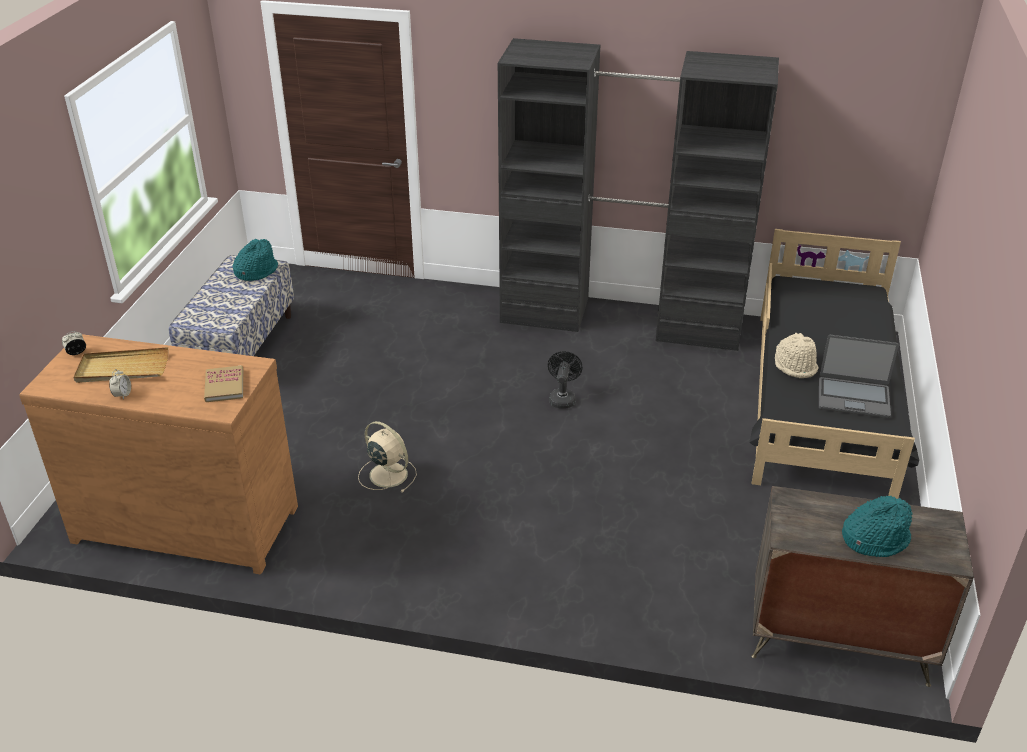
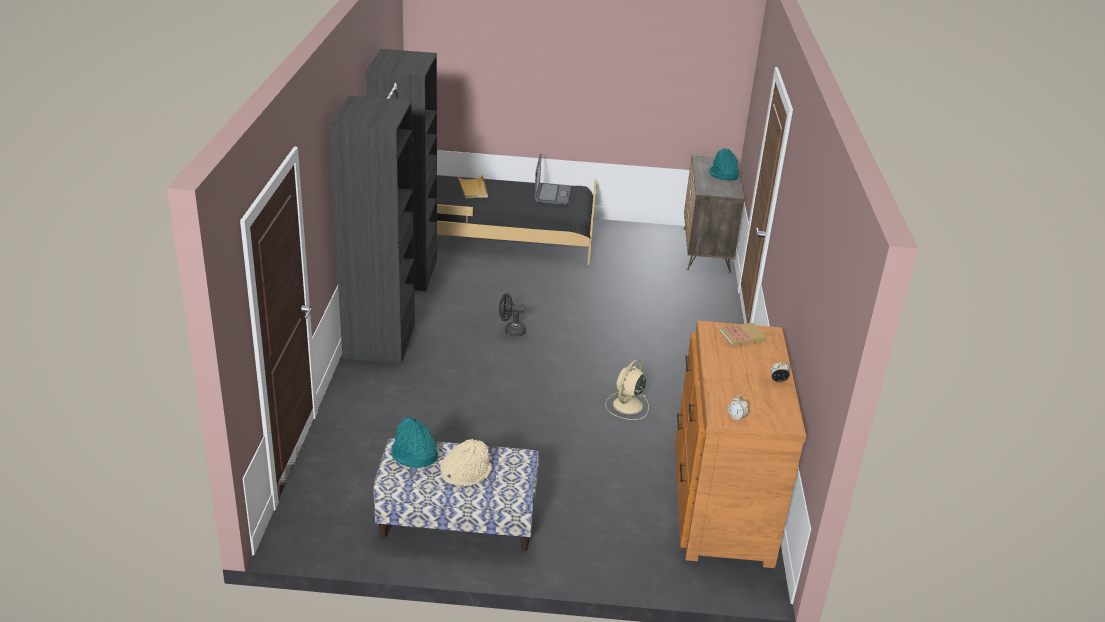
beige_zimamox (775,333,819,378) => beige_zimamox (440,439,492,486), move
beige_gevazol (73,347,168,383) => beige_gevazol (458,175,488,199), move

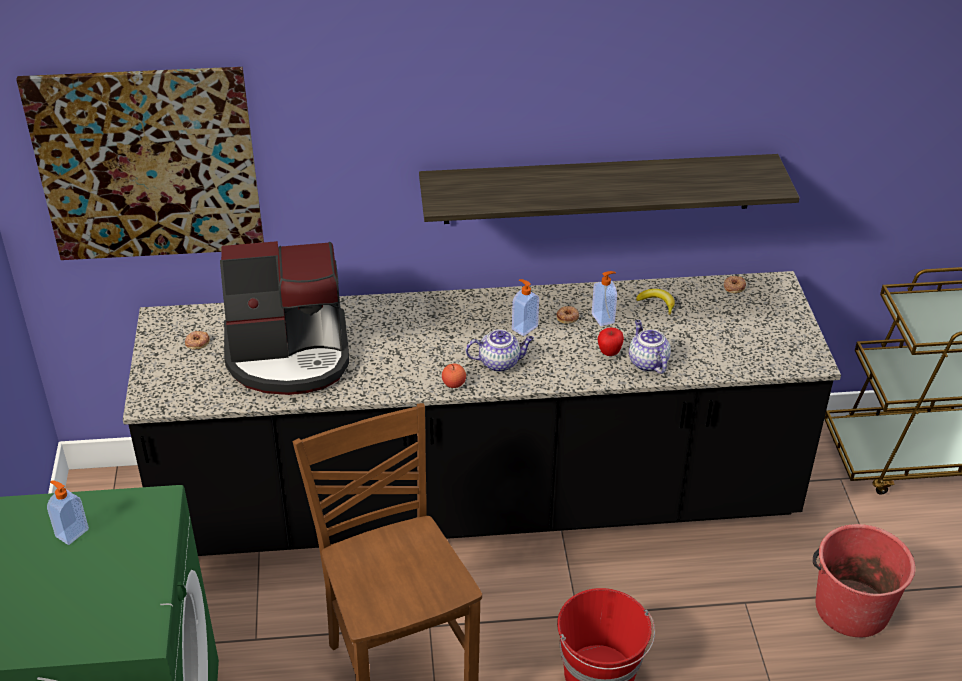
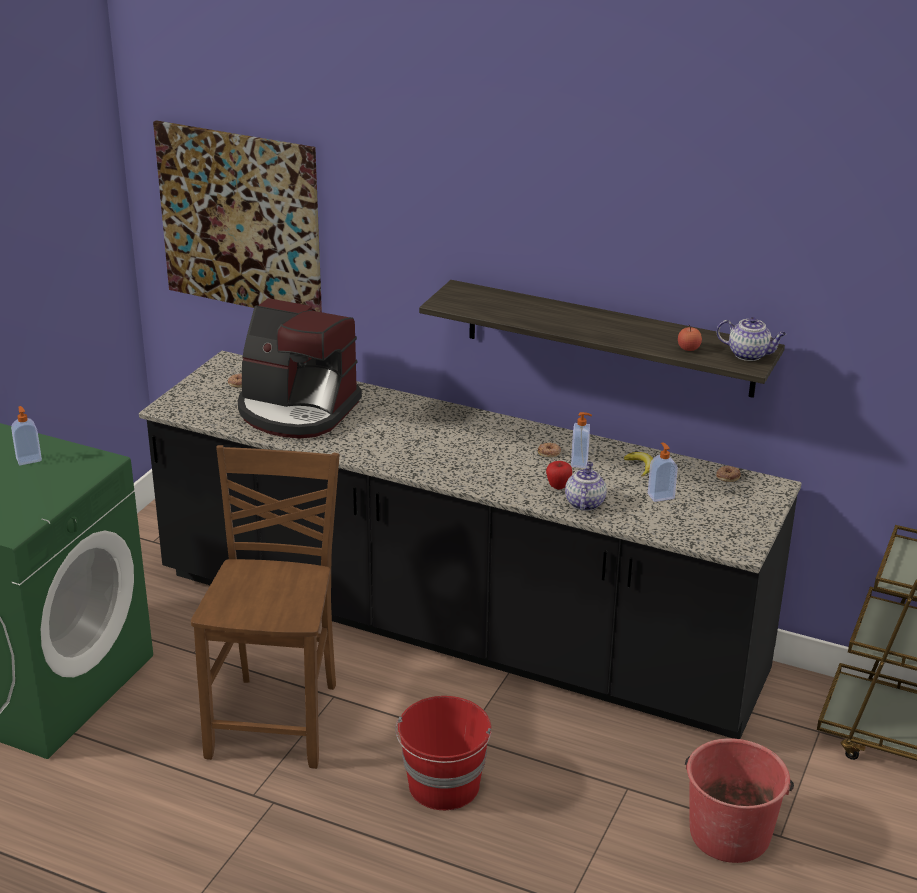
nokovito (512,279,539,336) => nokovito (648,443,678,502), move
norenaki (466,329,534,372) => norenaki (717,317,786,361), move
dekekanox (442,364,466,388) => dekekanox (678,324,702,351), move

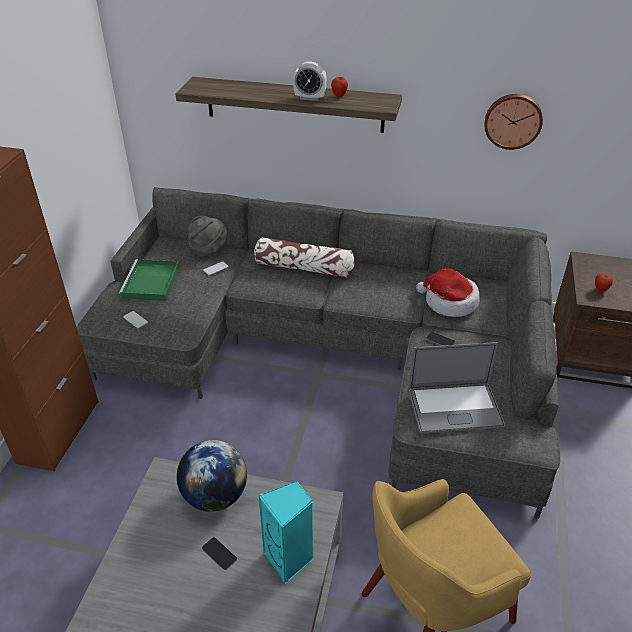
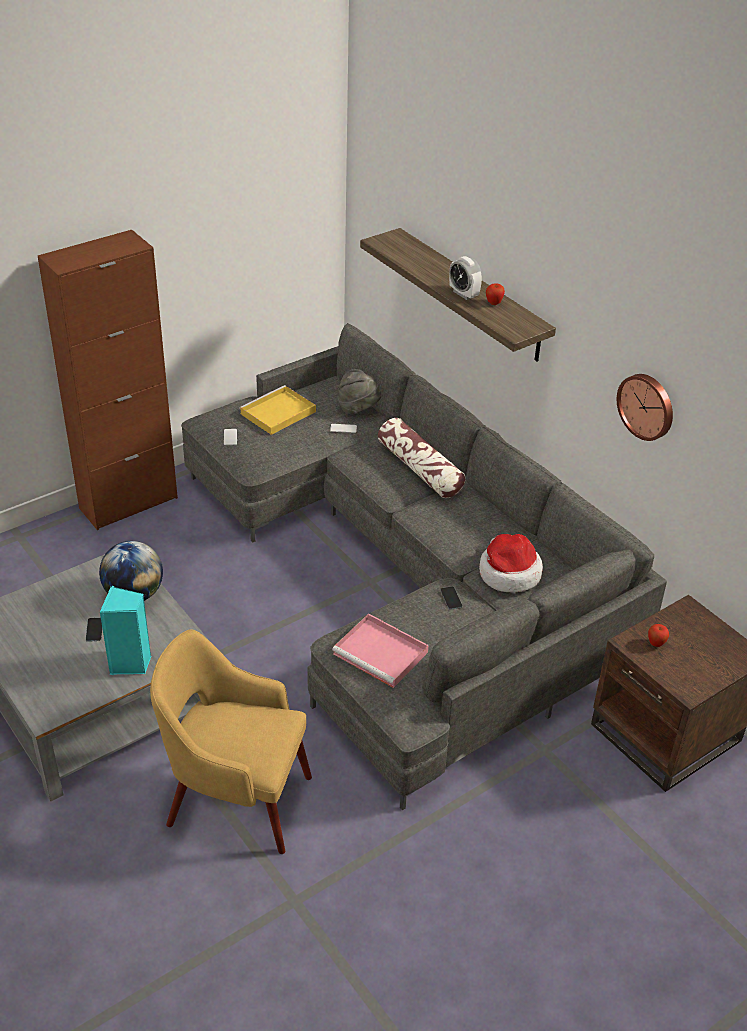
green_gevazol (119,259,180,301) => yellow_gevazol (239,385,316,435)
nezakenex (409,342,505,434) => pink_gevazol (332,613,428,688)

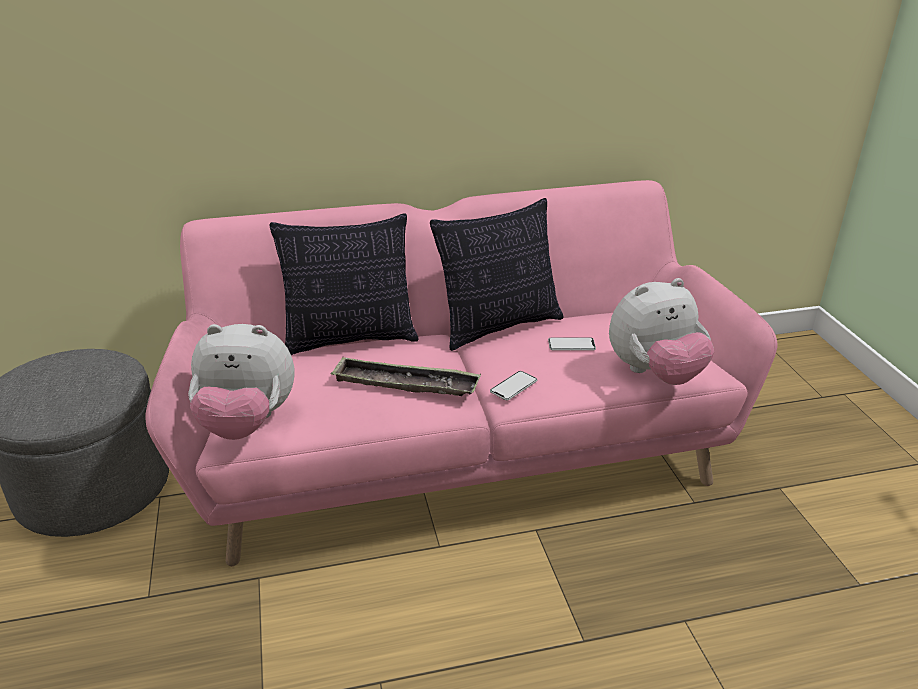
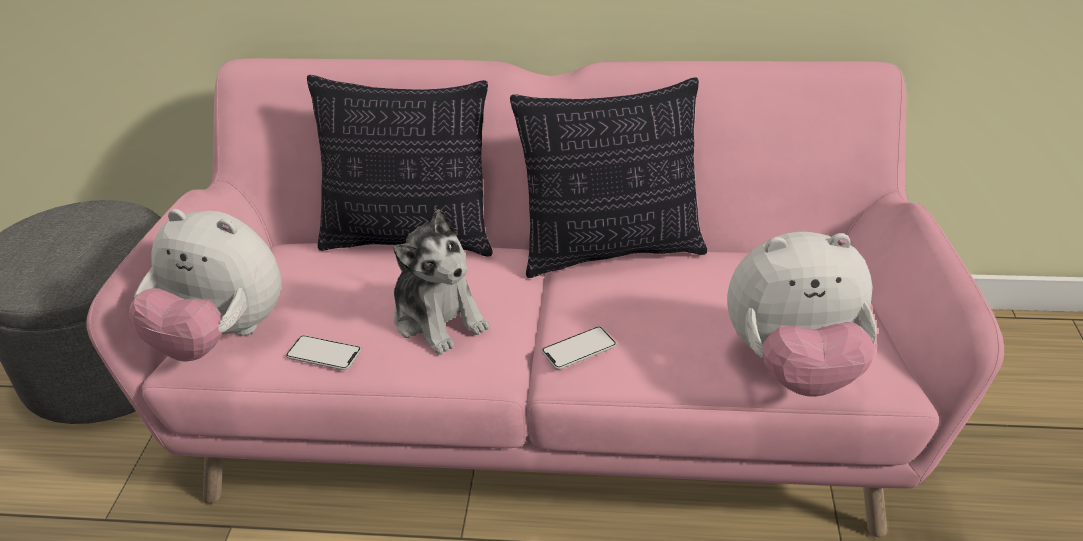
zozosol (548,337,596,351) => zozosol (286,335,361,370), move
gevazol (331,357,481,396) => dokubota (394,209,490,355)

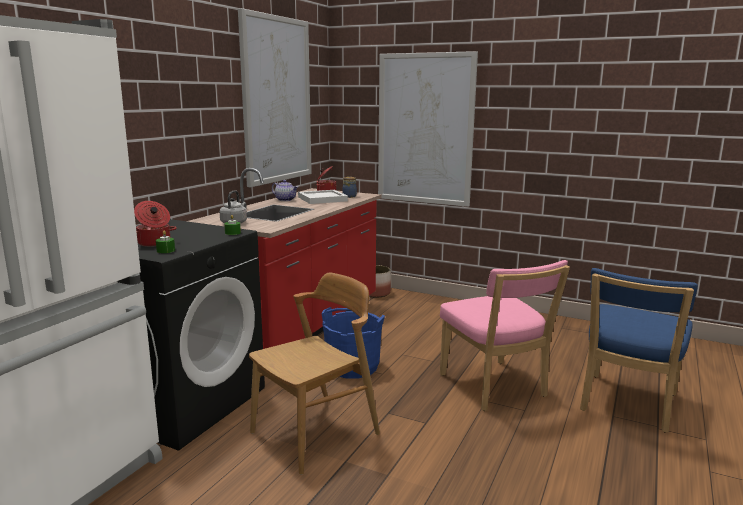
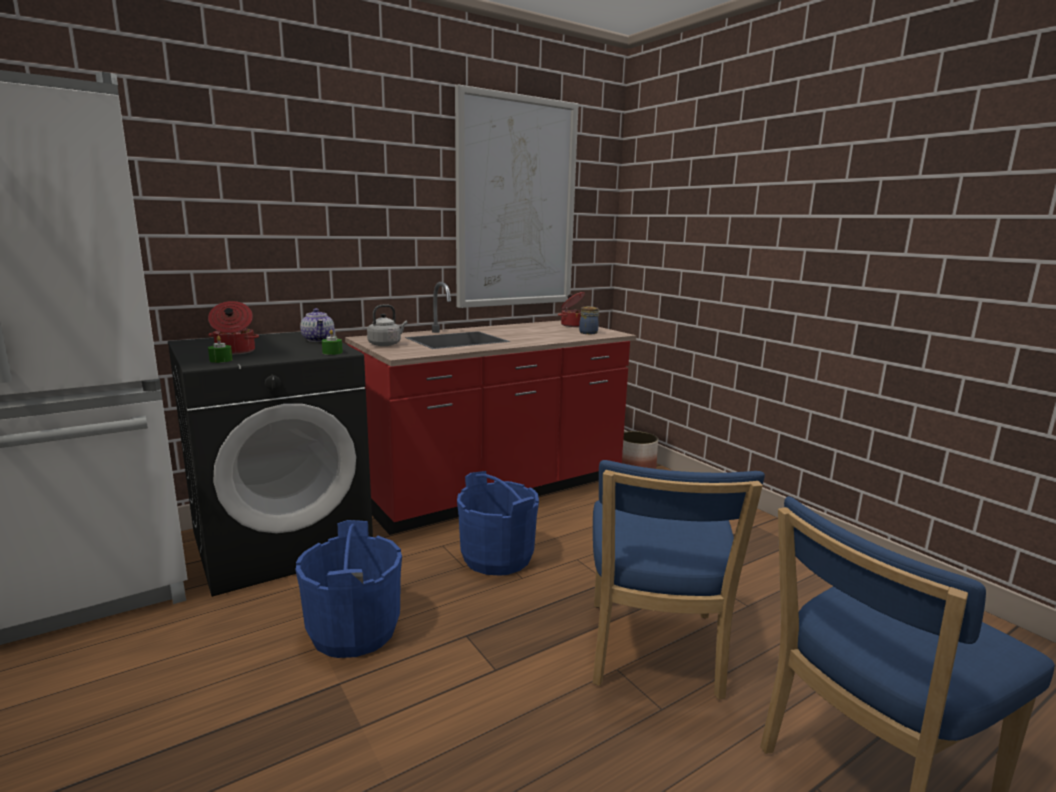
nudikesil (378,51,478,207) => nothing
norenaki (272,180,298,201) => norenaki (300,308,335,342), move
white_gevazol (298,190,348,204) => nothing
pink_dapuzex (440,260,570,411) => blue_dapuzex (592,460,765,700)
brown_dapuzex (249,272,380,475) => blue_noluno (295,520,402,658)

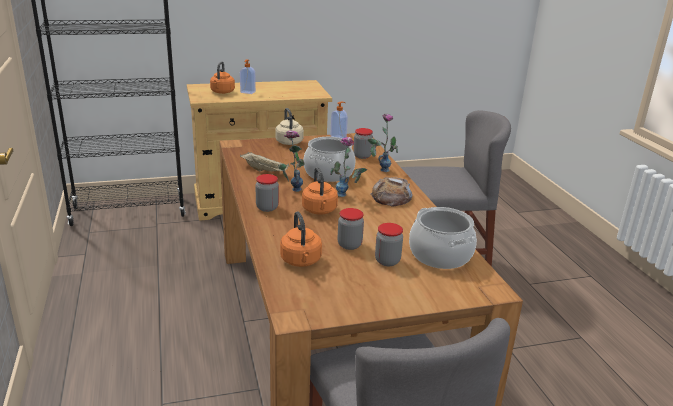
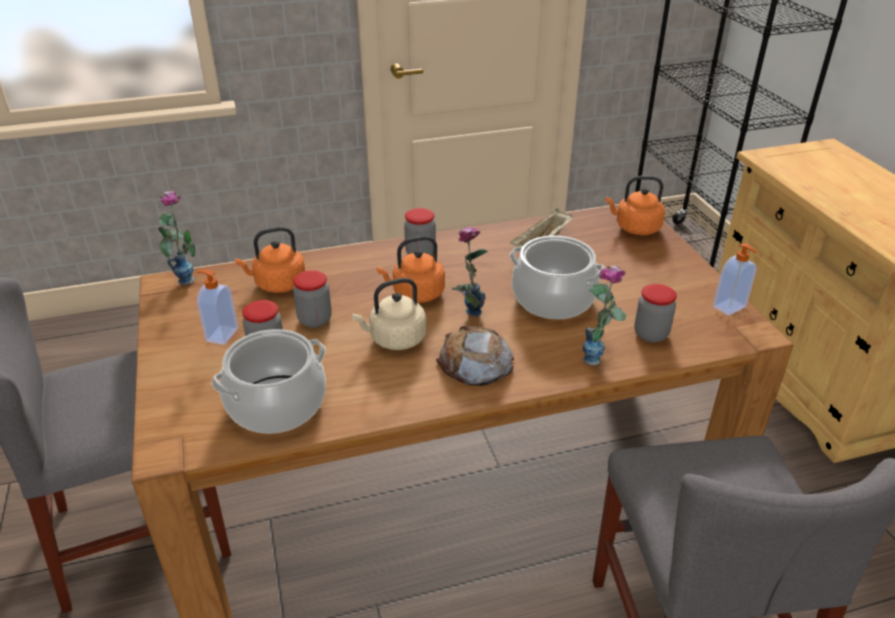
nokovito (240,60,256,94) => nokovito (196,270,238,345), move
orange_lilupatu (210,61,235,94) => orange_lilupatu (605,176,665,235), move
beige_lilupatu (275,108,304,145) => beige_lilupatu (352,278,426,350), move
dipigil (278,130,304,192) => dipigil (158,191,195,285), move

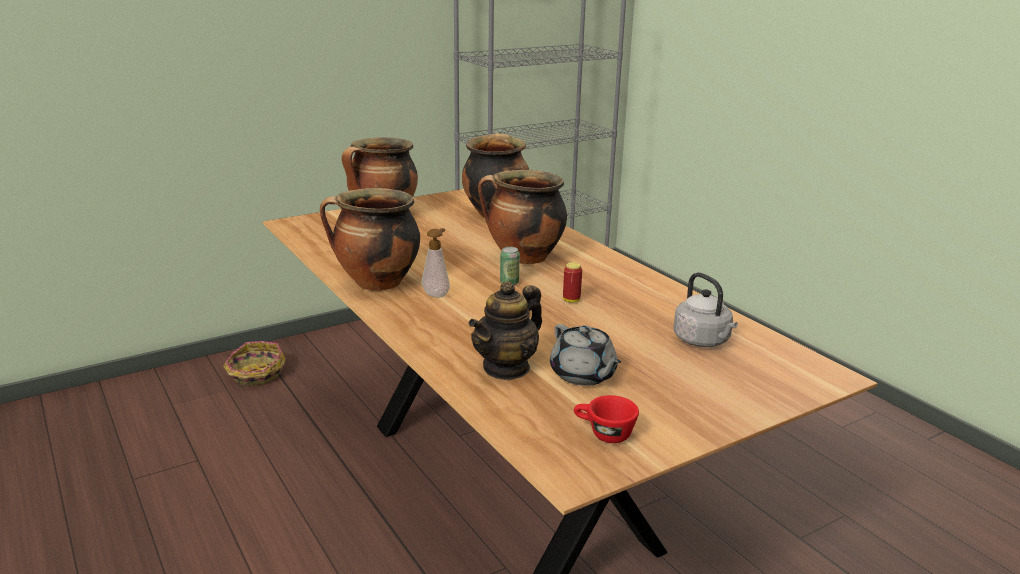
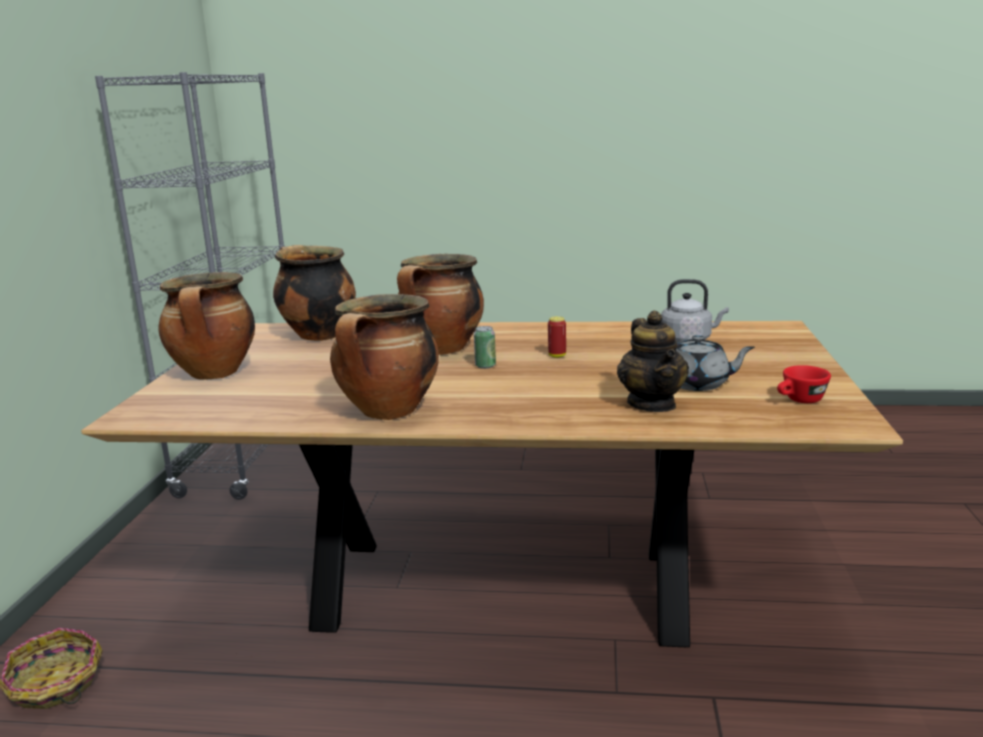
nokovito (422,228,450,298) => nothing

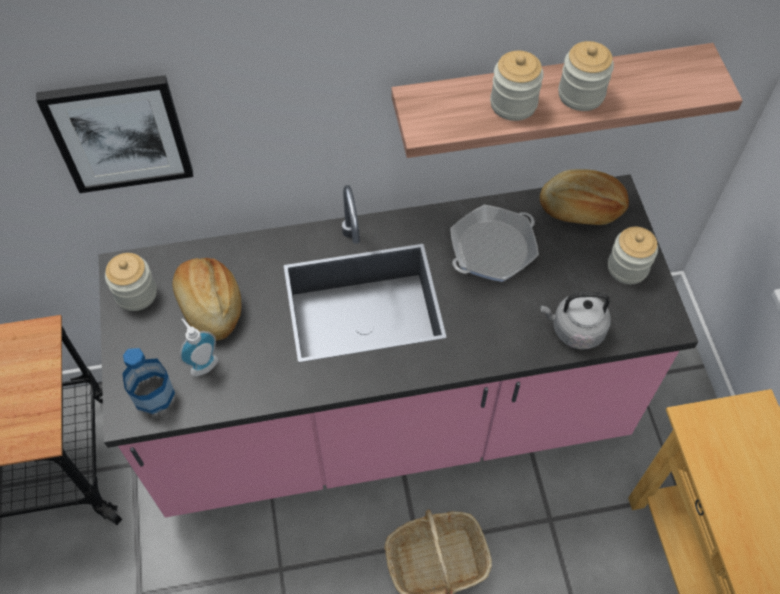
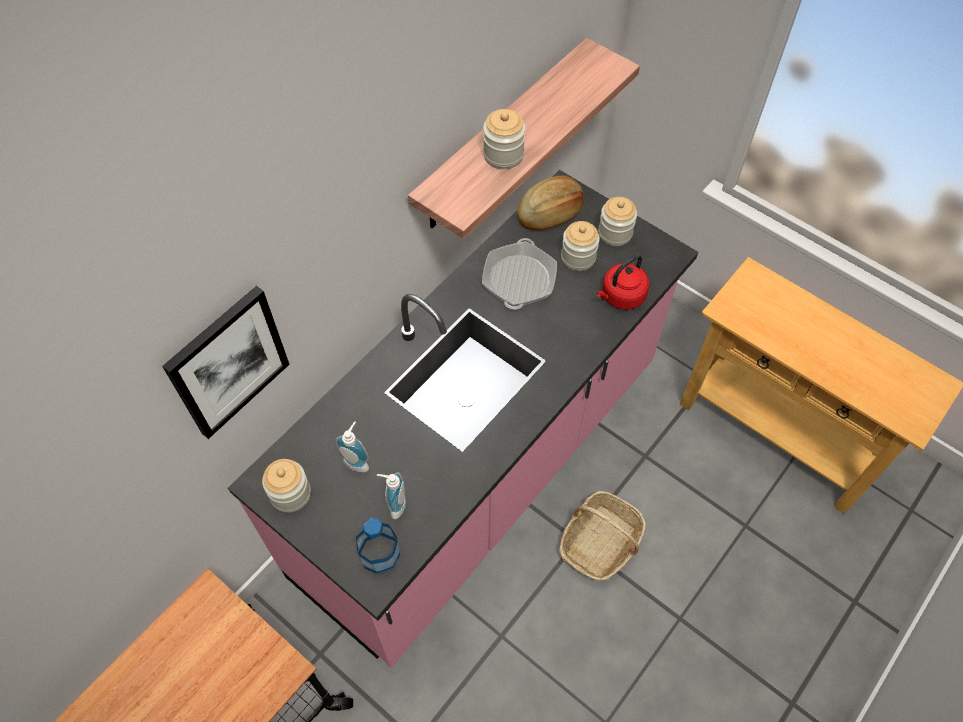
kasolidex (558,41,614,111) => kasolidex (561,221,600,271), move
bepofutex (172,258,242,341) => nokovito (335,421,369,472)
grey_lilupatu (541,292,611,350) => red_lilupatu (597,254,649,310)

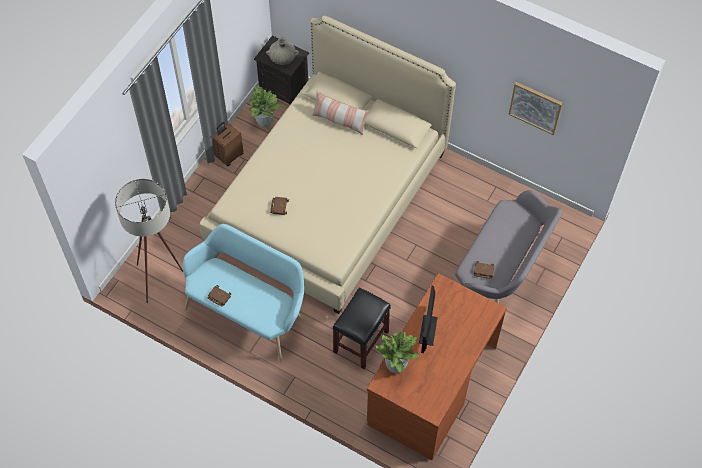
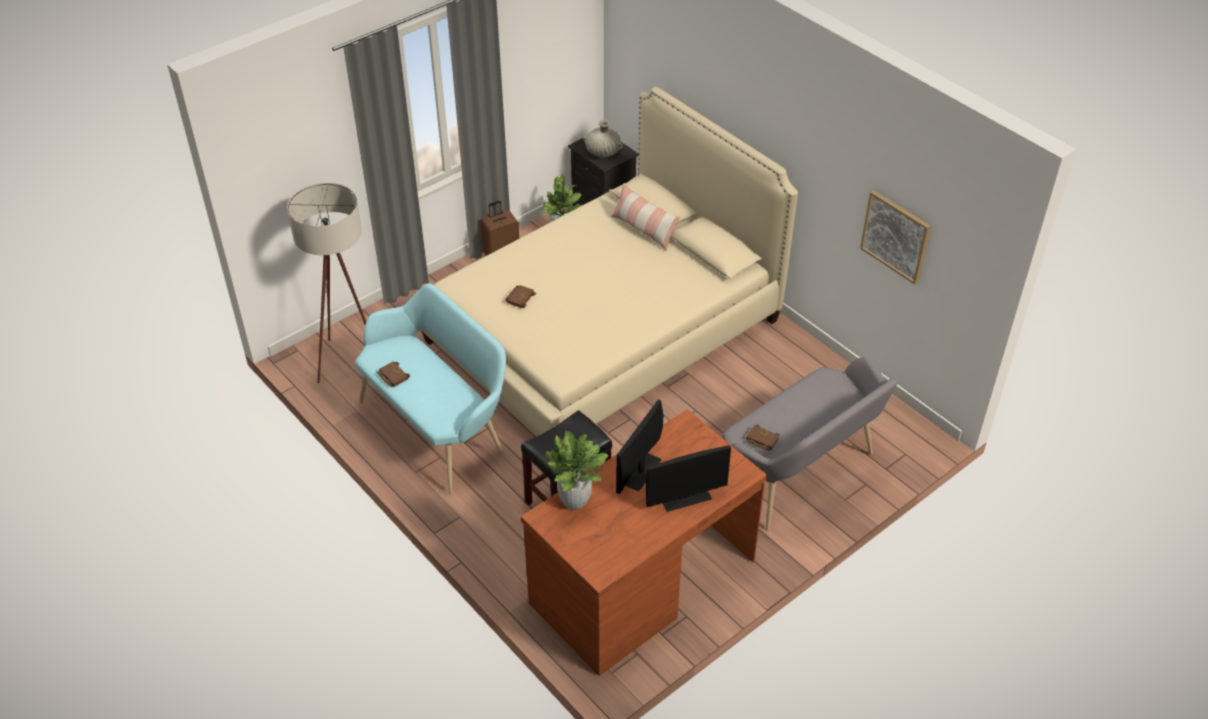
nothing => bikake (646,445,731,512)

